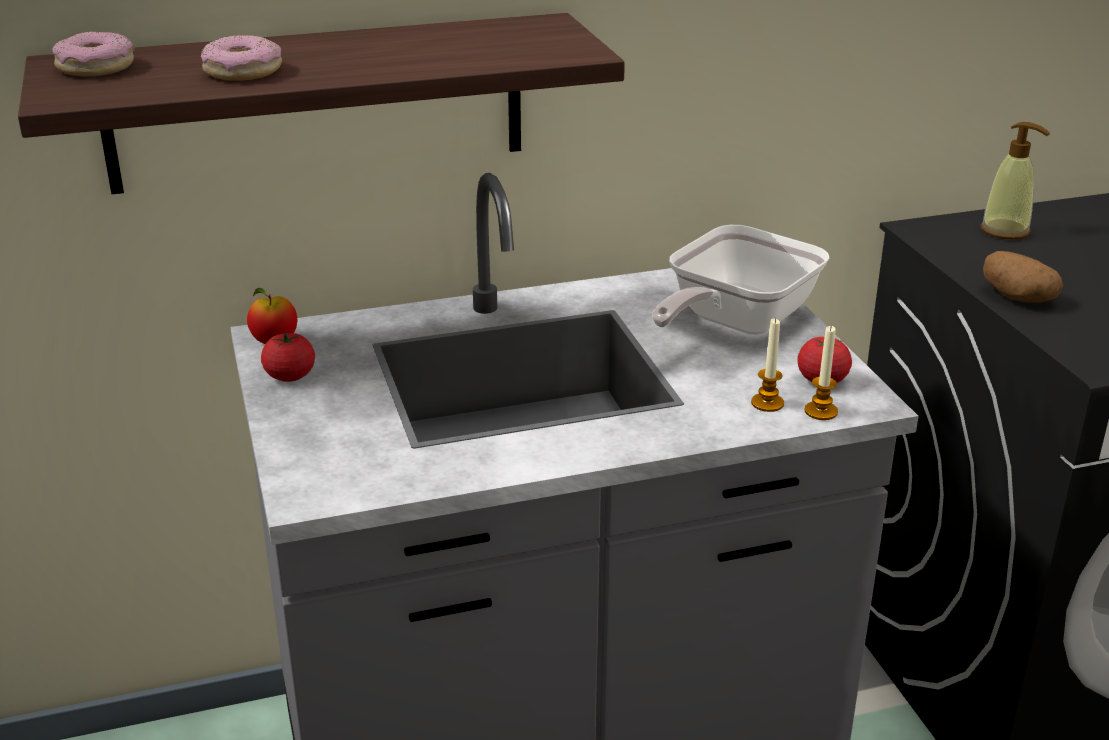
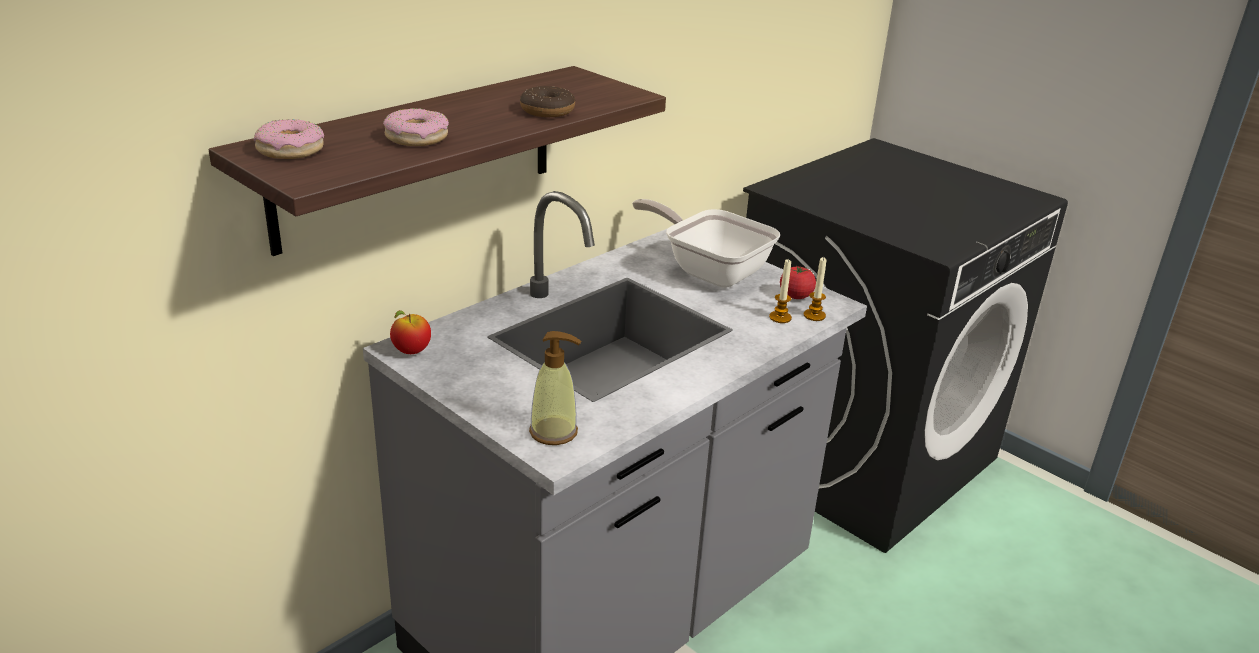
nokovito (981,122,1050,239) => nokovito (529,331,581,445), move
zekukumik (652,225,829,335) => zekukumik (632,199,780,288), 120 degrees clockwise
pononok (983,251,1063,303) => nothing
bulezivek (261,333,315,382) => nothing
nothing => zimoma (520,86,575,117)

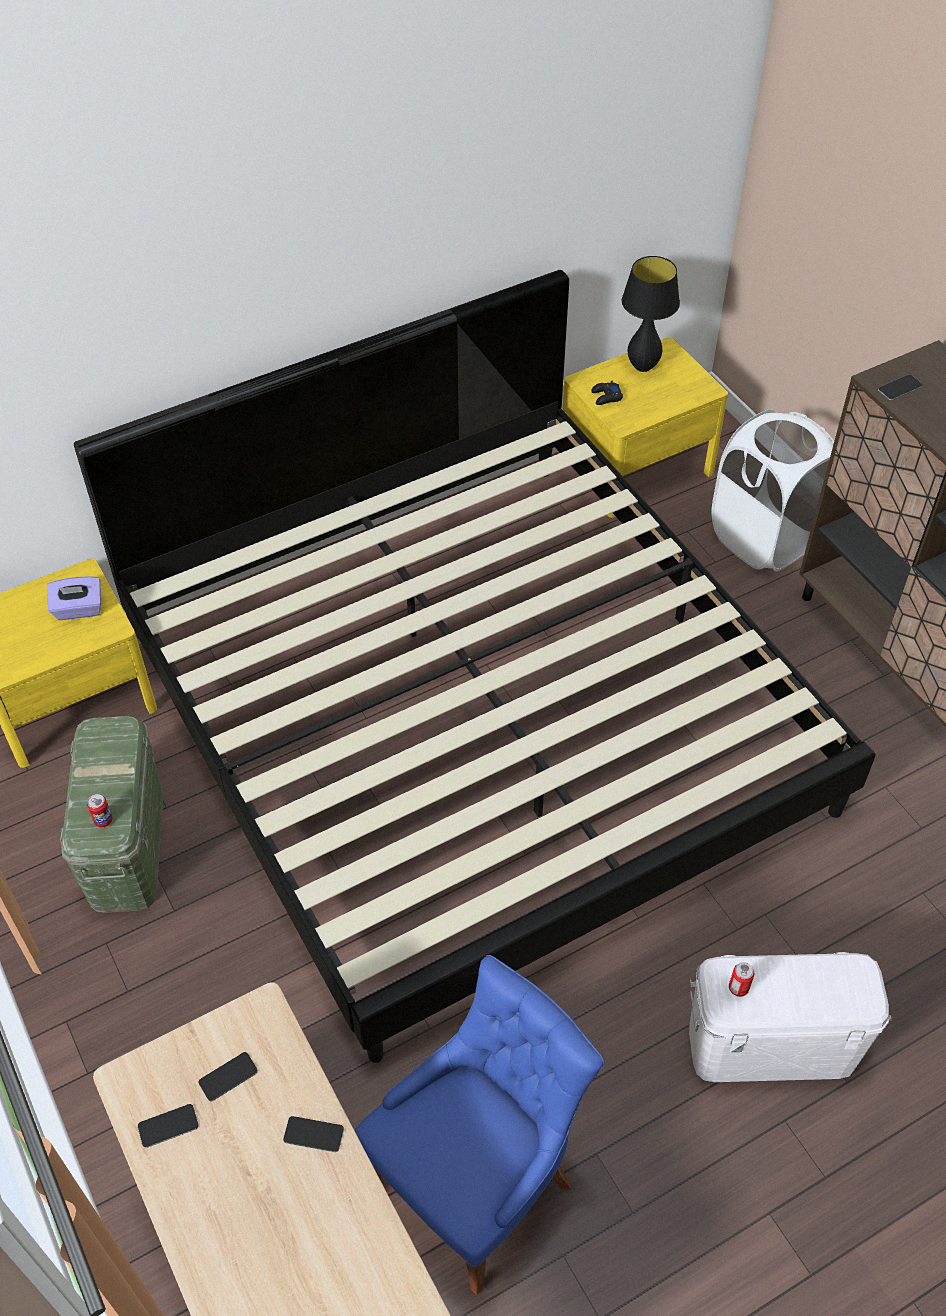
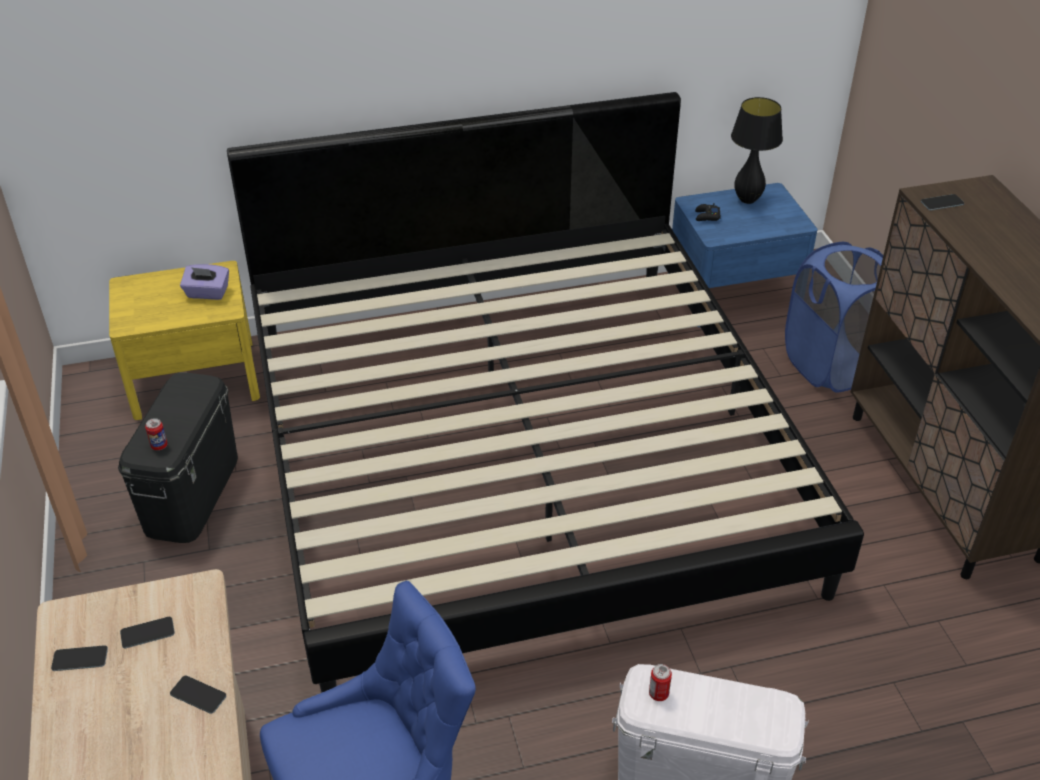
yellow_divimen (562,337,728,518) => blue_divimen (668,183,818,327)
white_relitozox (711,409,834,572) => blue_relitozox (785,242,883,393)
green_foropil (60,716,163,913) => black_foropil (118,372,238,543)

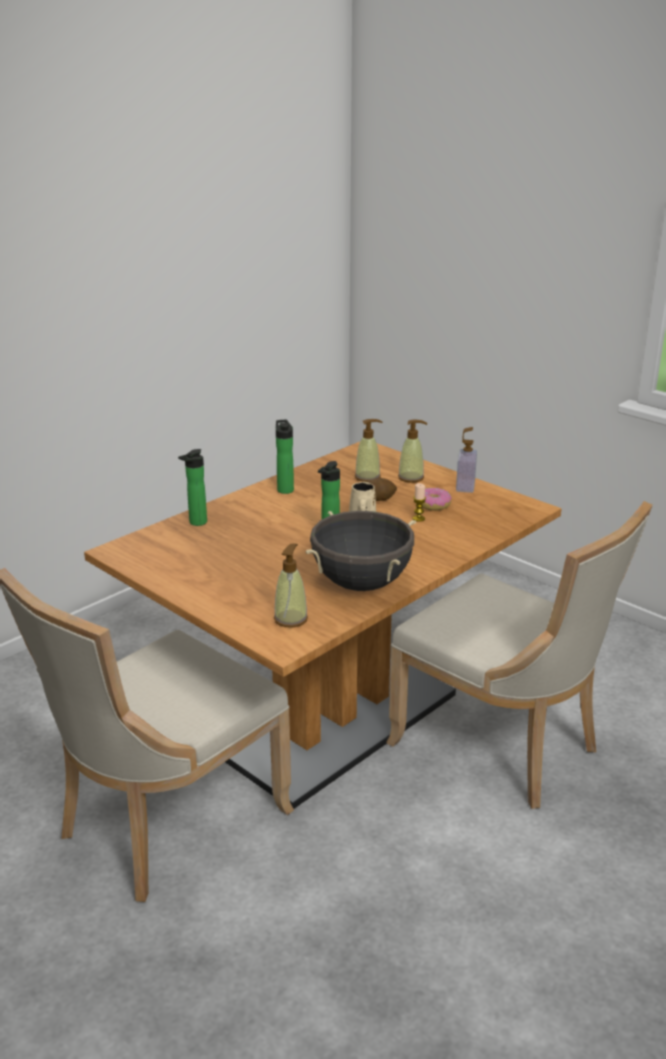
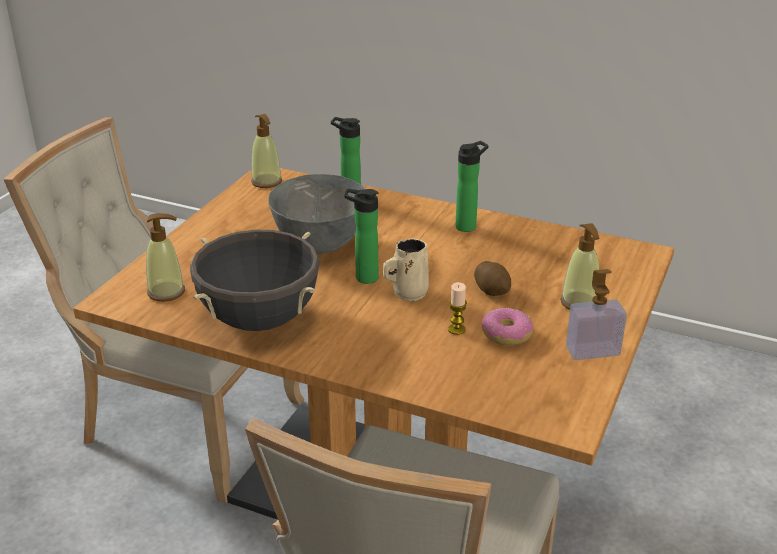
nokovito (355,419,383,482) => nokovito (251,114,282,188), move
nothing => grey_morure (268,174,366,254)

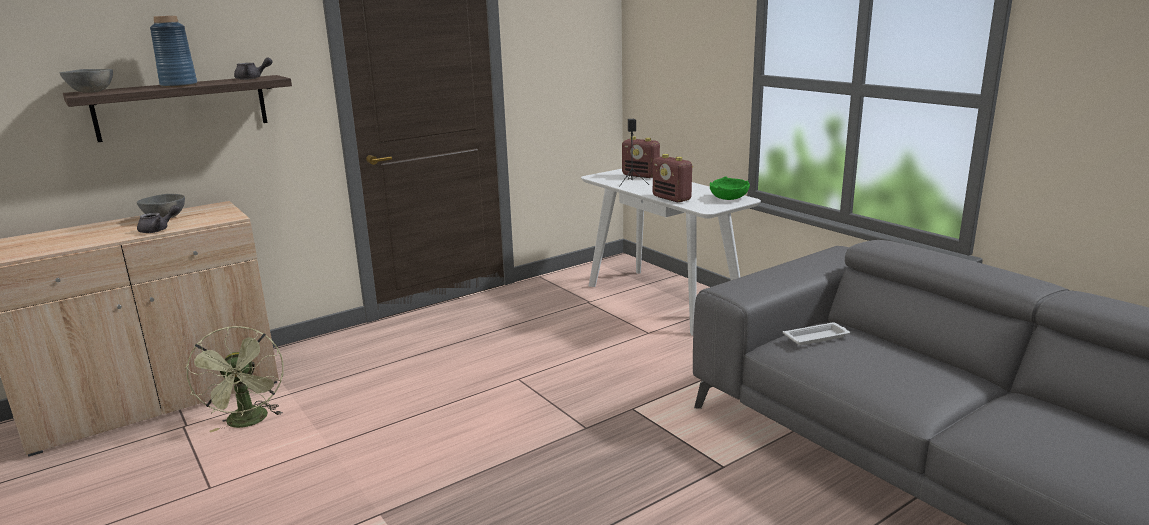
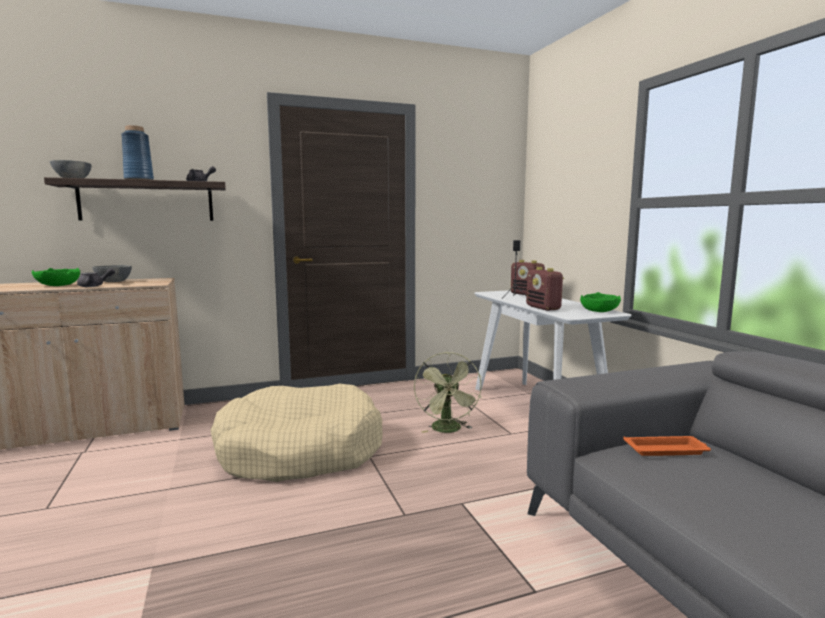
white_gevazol (783,323,850,345) => orange_gevazol (623,436,711,456)
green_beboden (186,326,284,433) => green_beboden (414,352,482,433), move
nothing => green_morure (32,268,80,286)
nothing => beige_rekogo (210,384,383,482)

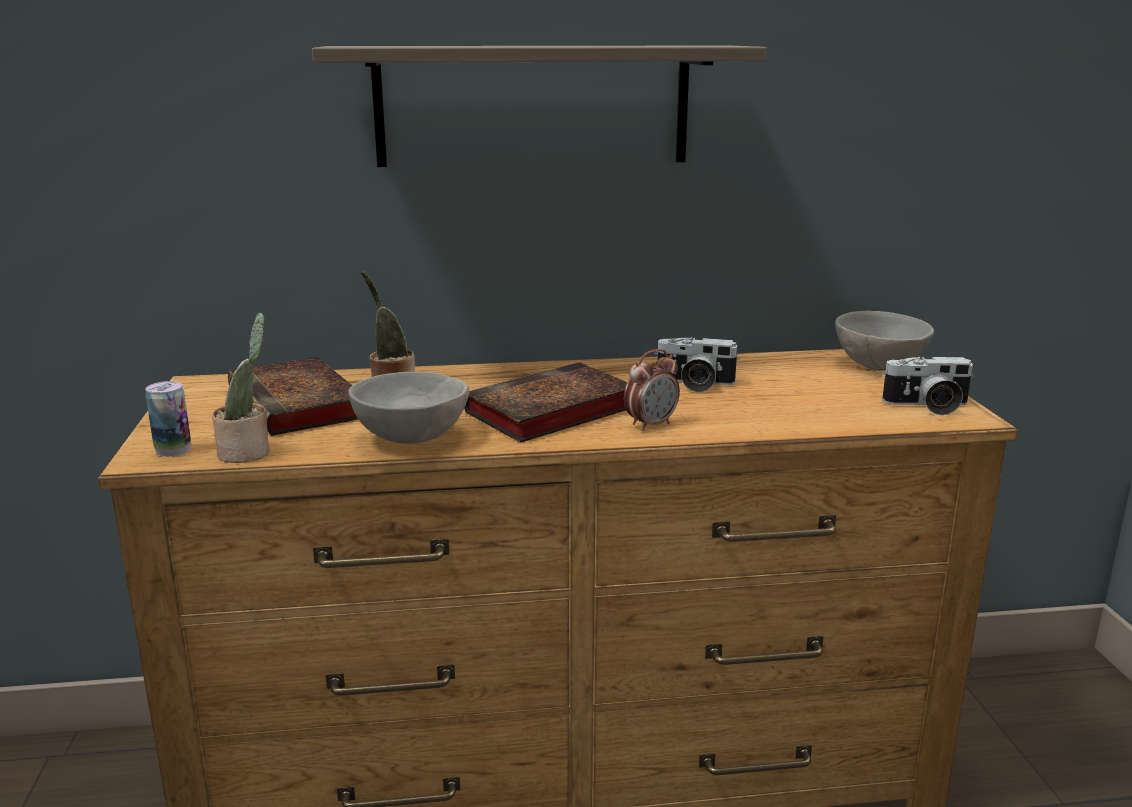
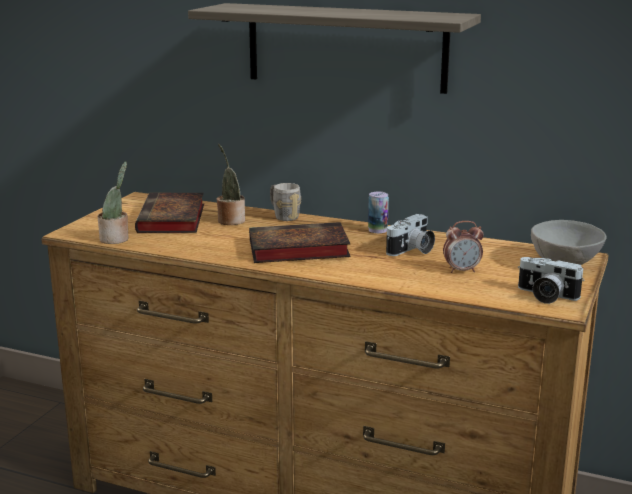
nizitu (655,337,740,392) => nizitu (386,214,435,256), 90 degrees counterclockwise
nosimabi (624,349,680,431) => nosimabi (443,221,484,273), move
grey_morure (348,372,469,444) => nothing
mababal (145,381,191,457) => mababal (368,192,389,233), move
nothing => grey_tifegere (270,183,301,221)

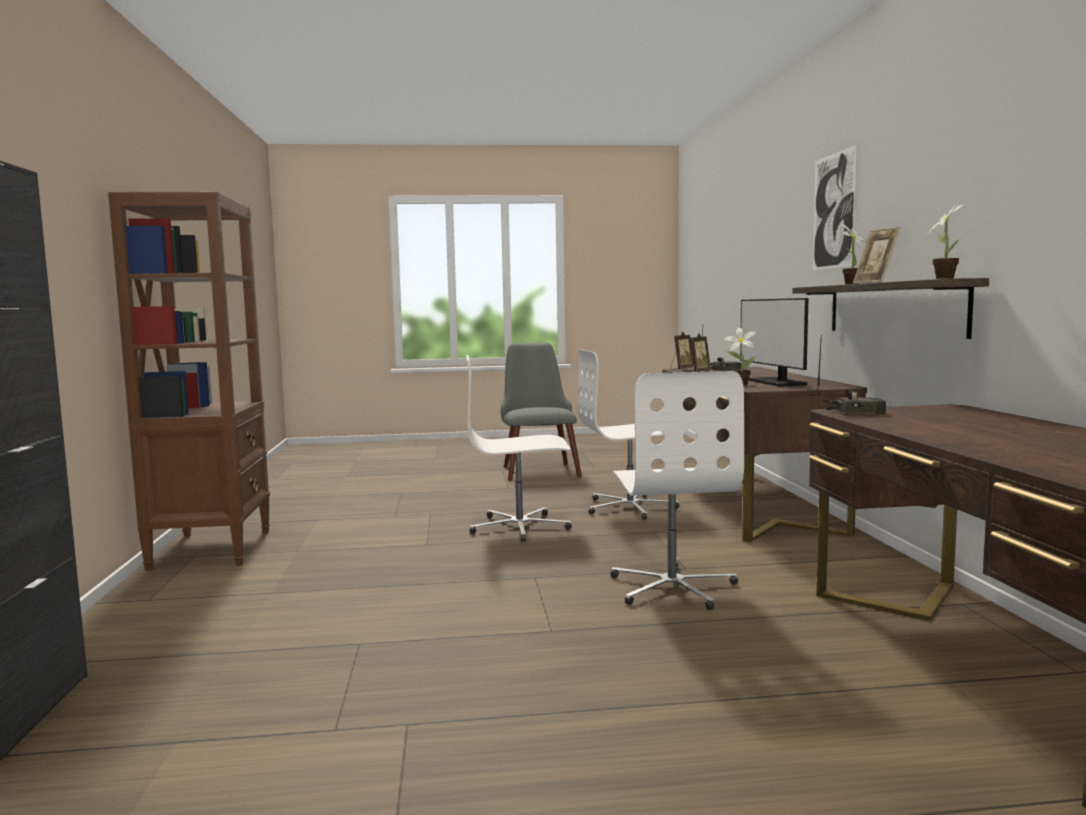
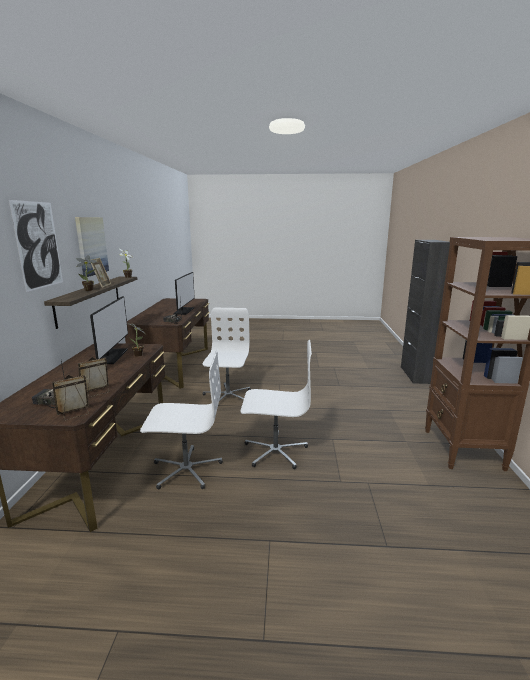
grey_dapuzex (501,343,582,481) => nothing
nothing => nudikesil (75,217,109,277)
nothing => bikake (173,272,195,315)

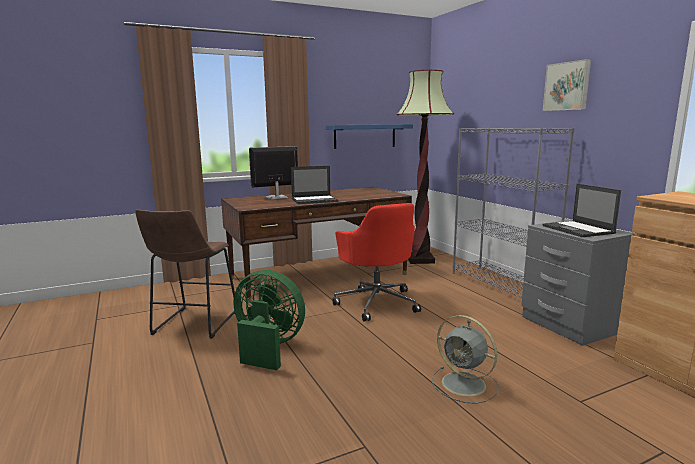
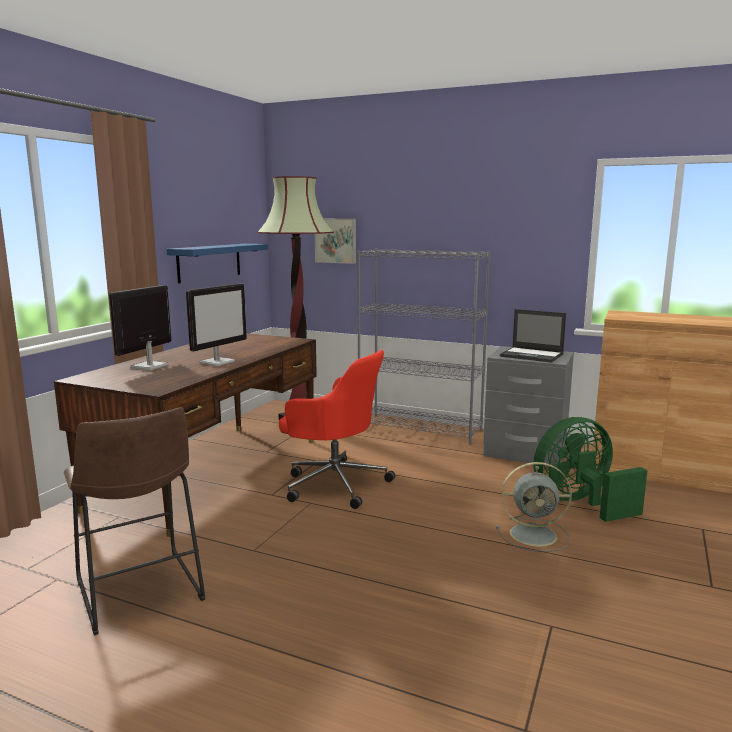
nudikesil (543,59,591,111) => nudikesil (315,219,356,264), move
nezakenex (291,166,338,204) => bikake (186,283,247,366)
green_beboden (234,270,305,370) => green_beboden (534,417,648,522), move

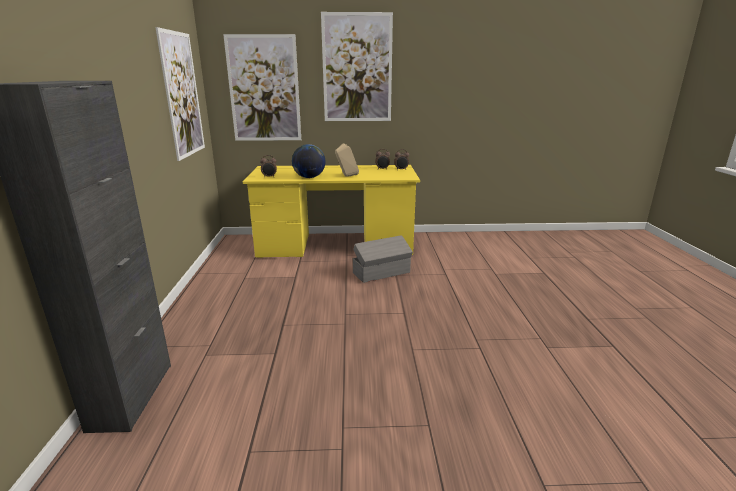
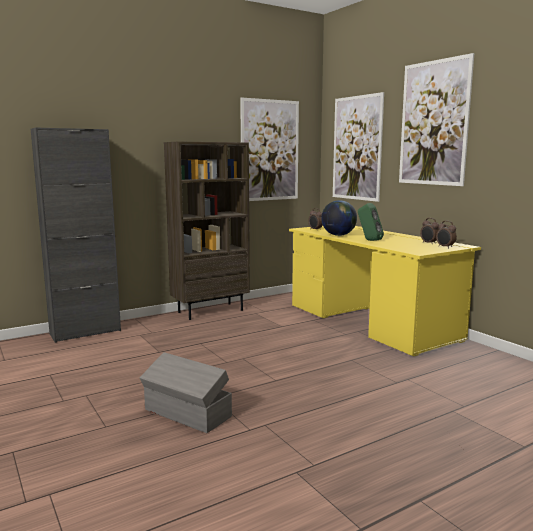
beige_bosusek (335,143,359,177) => green_bosusek (358,203,384,241)
grey_foropil (352,235,413,283) => grey_foropil (140,352,232,433), move
nothing => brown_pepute (164,142,250,320)

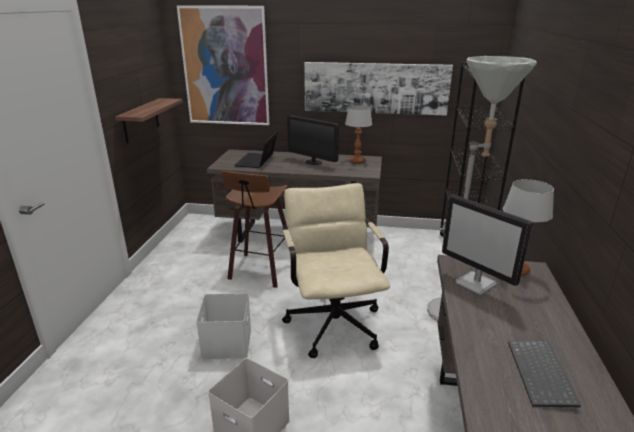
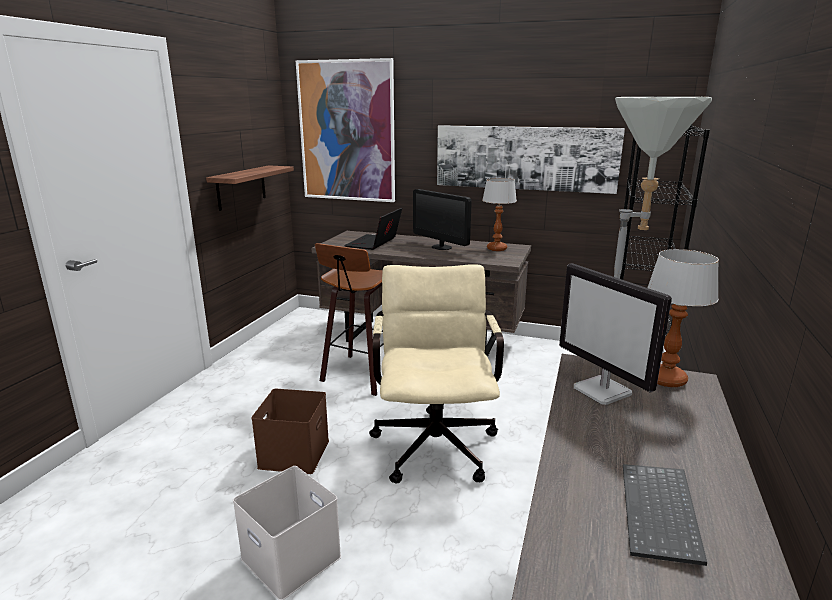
white_foropil (196,293,251,360) => brown_foropil (251,389,329,474)

